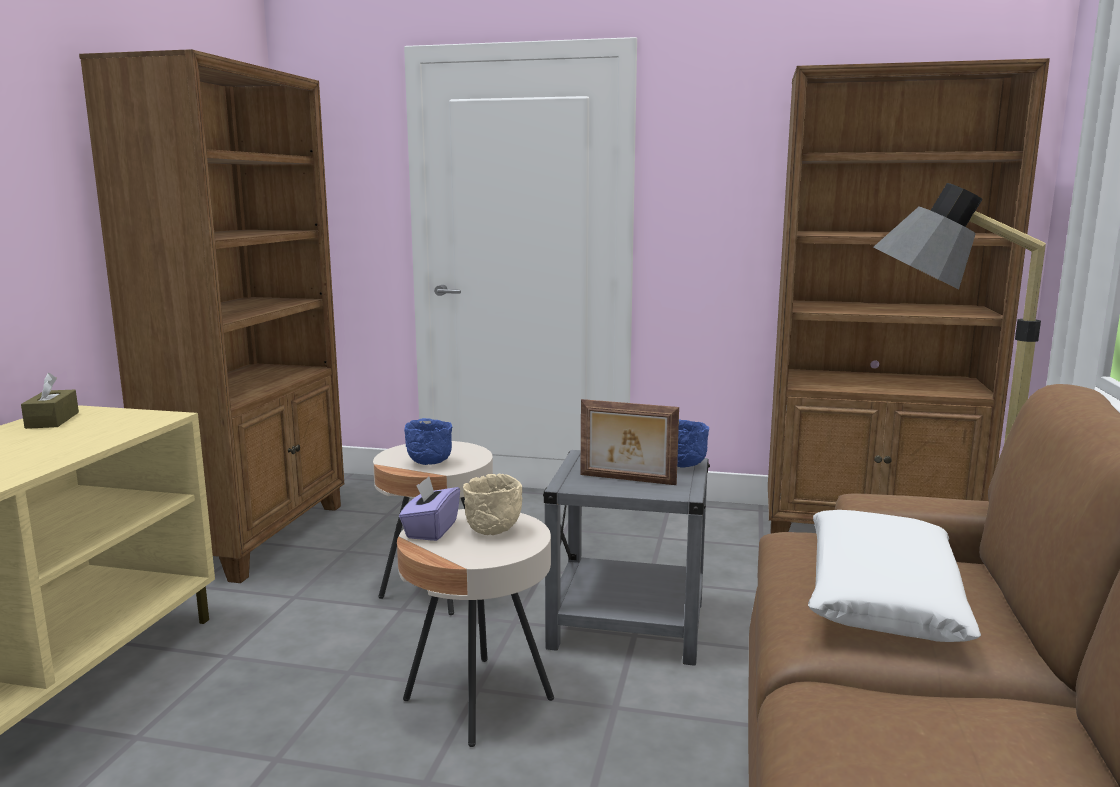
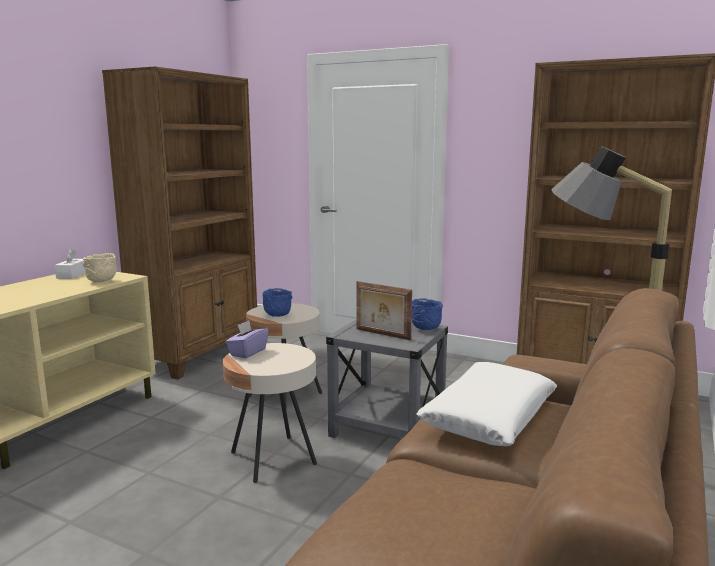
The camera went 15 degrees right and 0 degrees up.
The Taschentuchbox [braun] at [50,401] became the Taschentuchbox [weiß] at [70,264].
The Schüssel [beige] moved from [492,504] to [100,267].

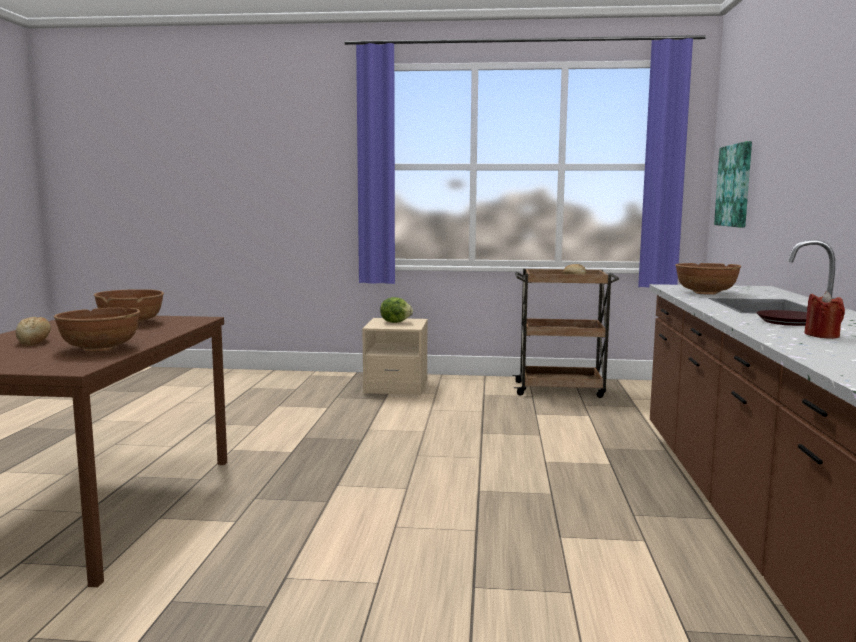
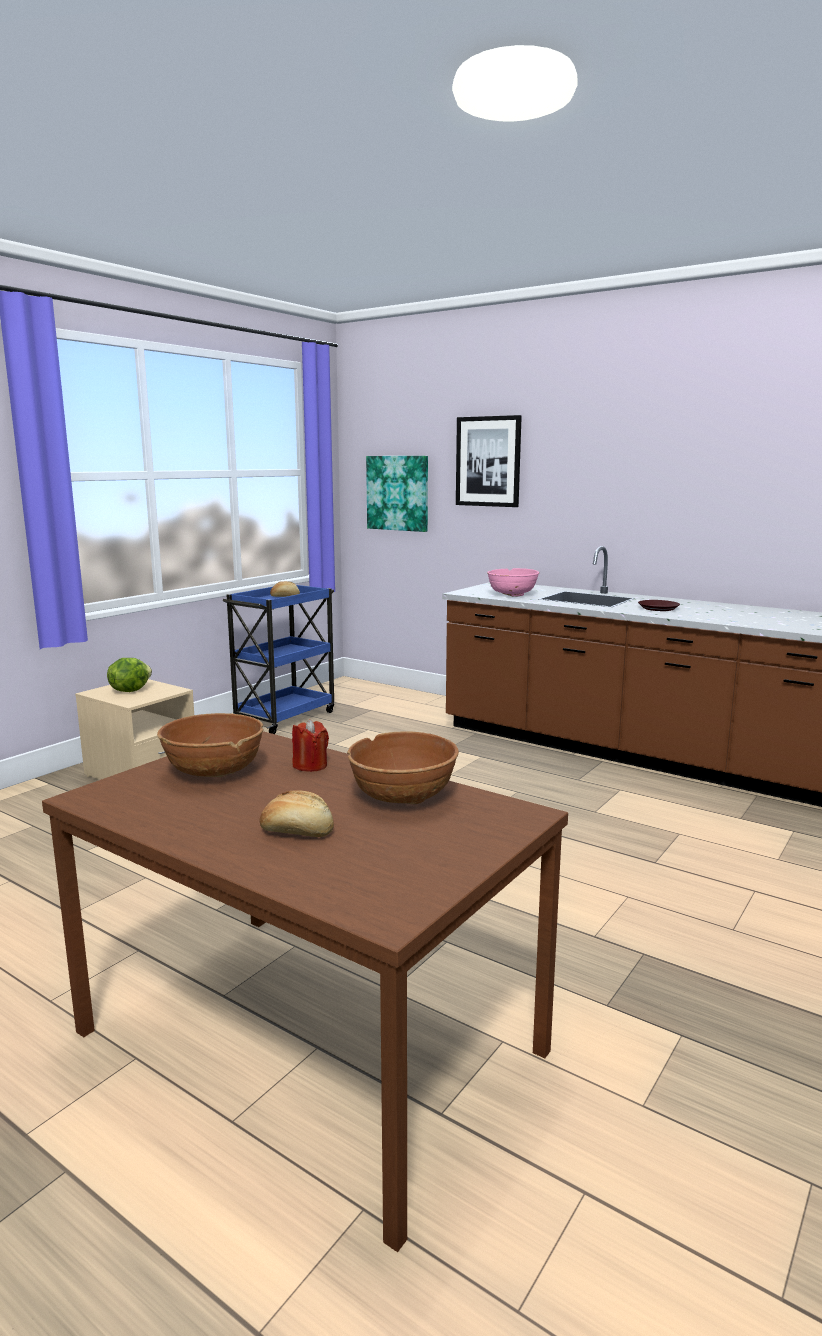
The camera went 60 degrees left and 5 degrees up.
The Schüssel [braun] at [708,279] became the Schüssel [rosa] at [513,582].
The Rollwagen [braun] at [565,333] became the Rollwagen [blau] at [278,659].
The Kerze [rot] moved from [824,315] to [310,745].
The Bild at [489,461] appeared.

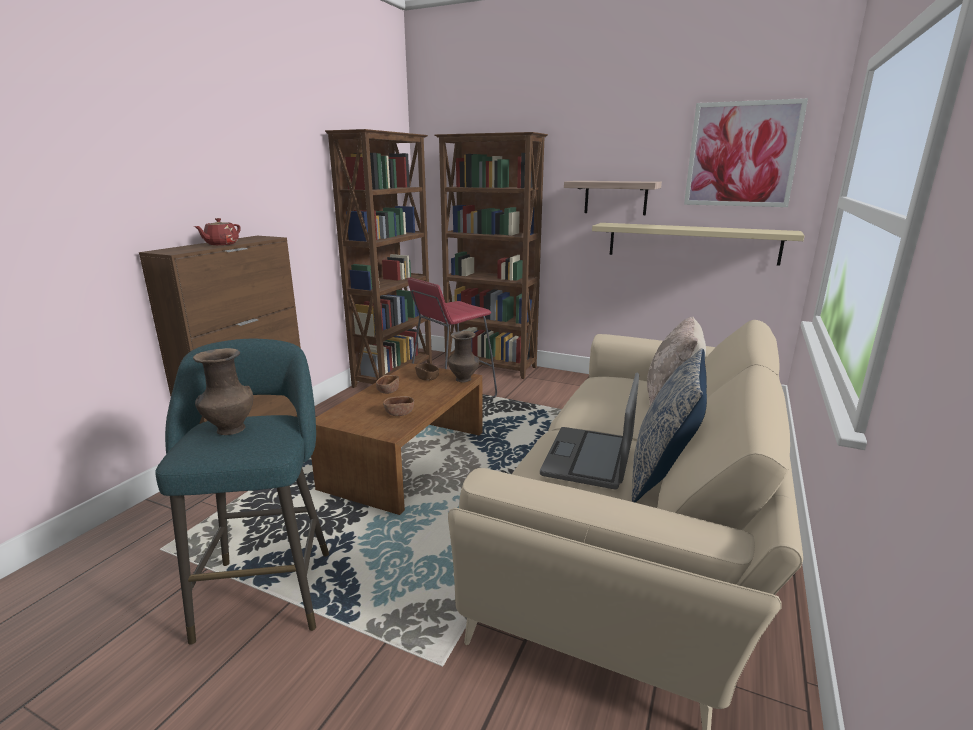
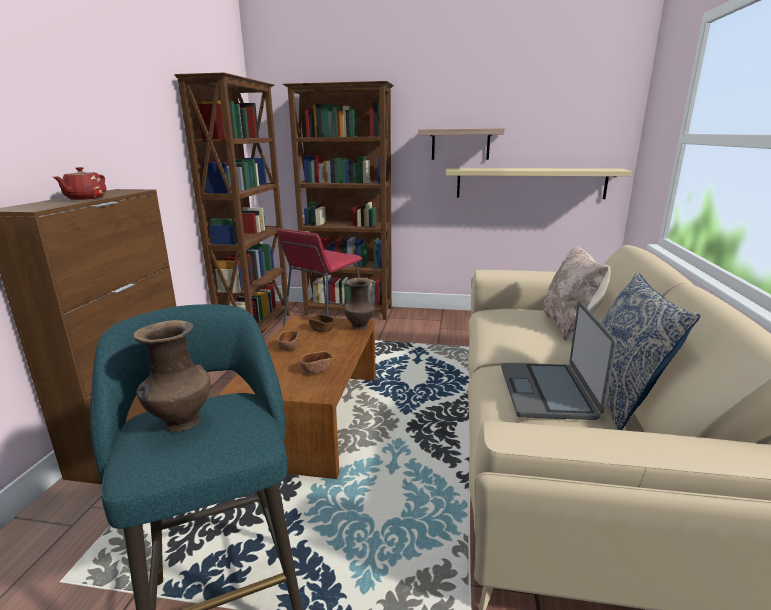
The camera went 15 degrees left and 0 degrees up.
The Bild at [746,152] disappeared.

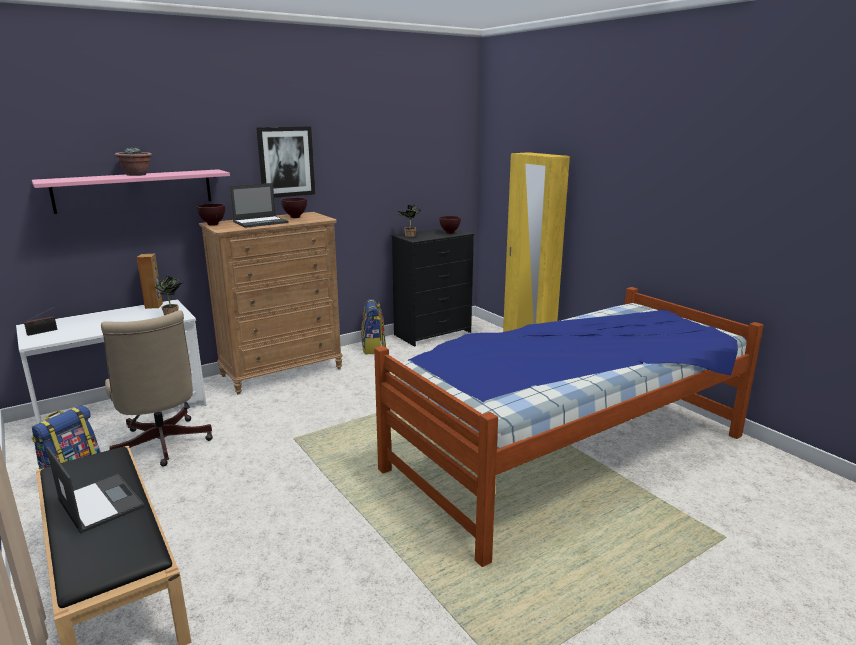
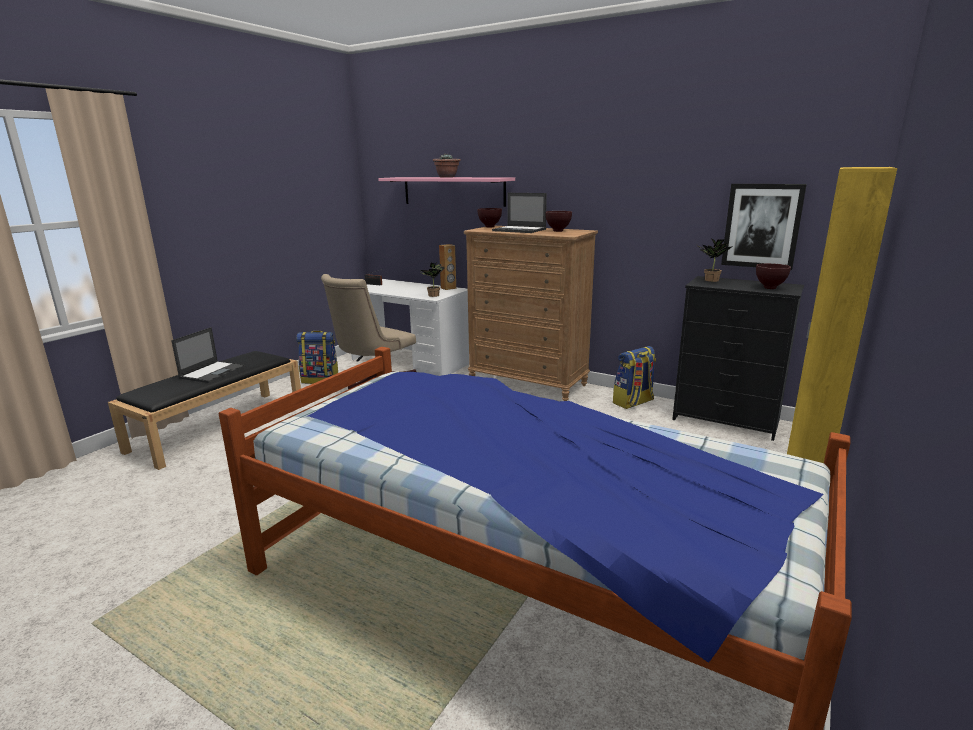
The camera went 65 degrees right and 0 degrees up.
The Bild moved from [285,162] to [764,227].

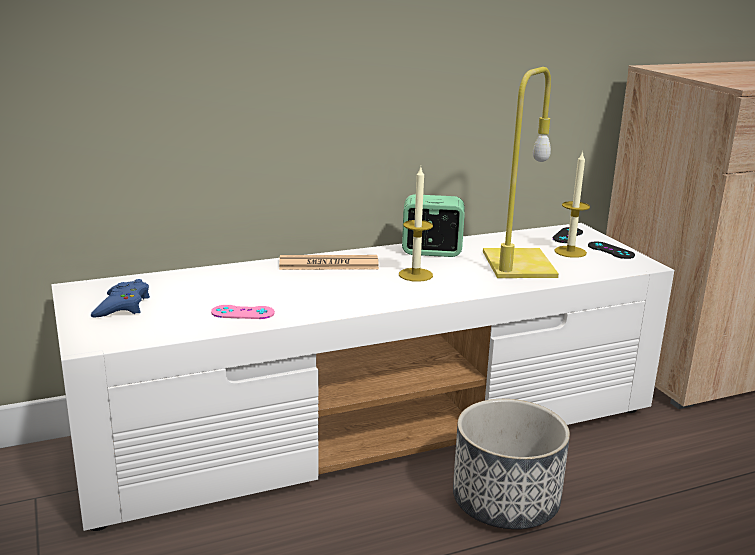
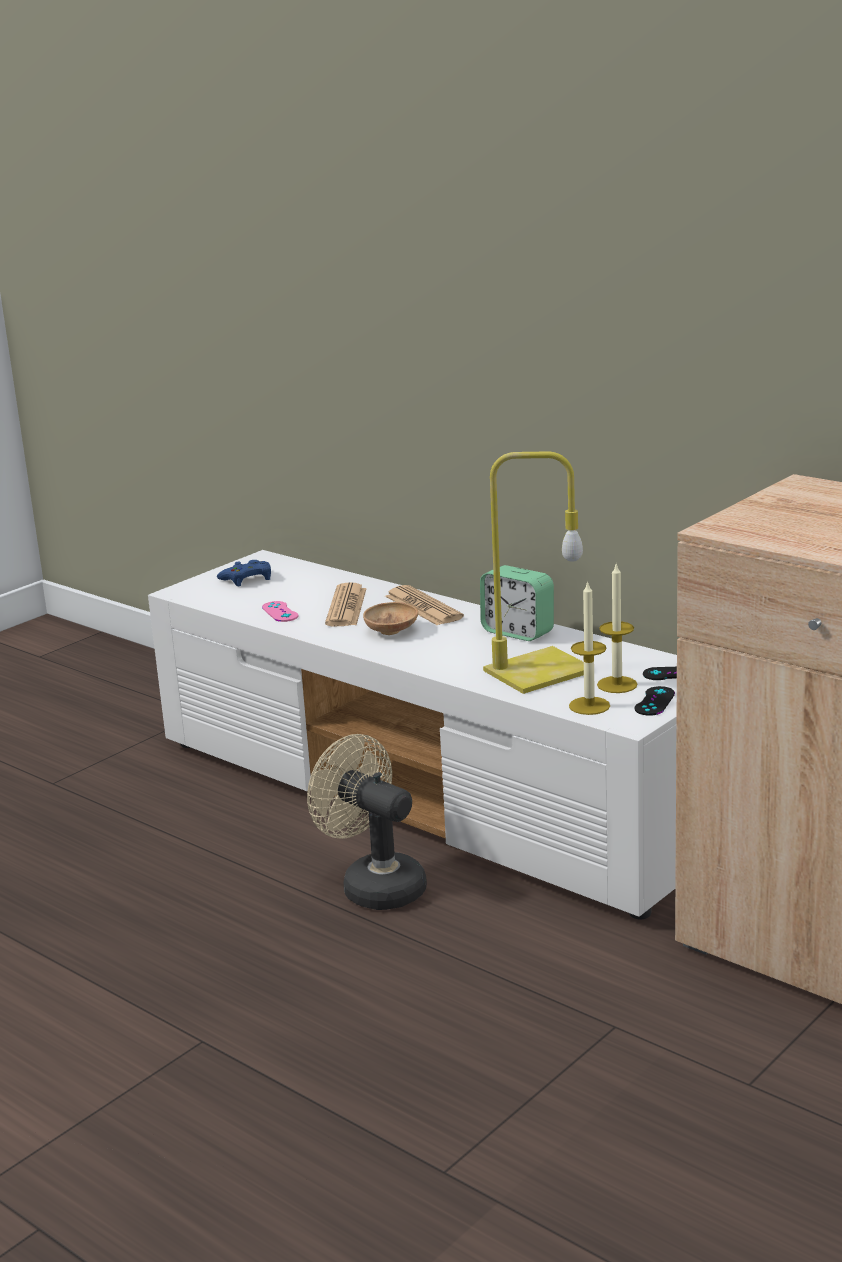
The camera went 65 degrees right and 0 degrees up.
The Kerze moved from [416,224] to [589,648].
The Wecker at [433,225] turned 150 degrees clockwise.
The Pflanzkübel at [511,464] was replaced by the Ventilator [beige] at [367,822].
The Zeitung at [346,604] appeared.
The Schüssel [braun] at [390,618] appeared.

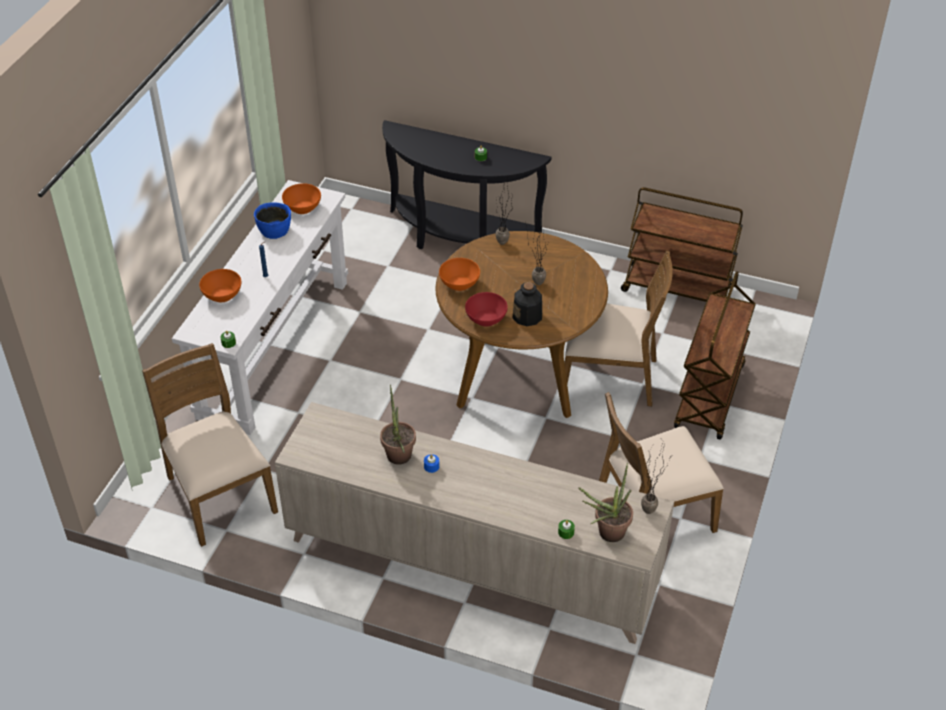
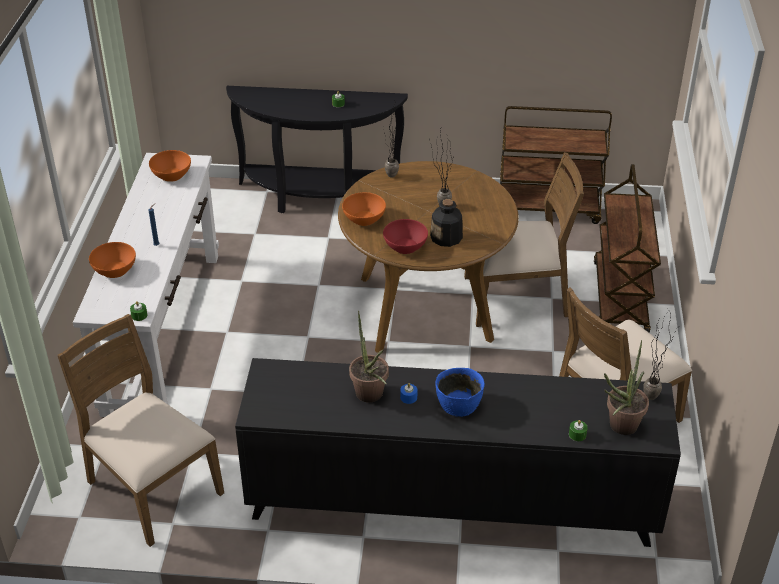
The camera went 15 degrees left and 5 degrees down.
The Schüssel [blau] moved from [272,220] to [460,392].
The Schrank [beige] at [474,523] became the Schrank [schwarz] at [458,452].

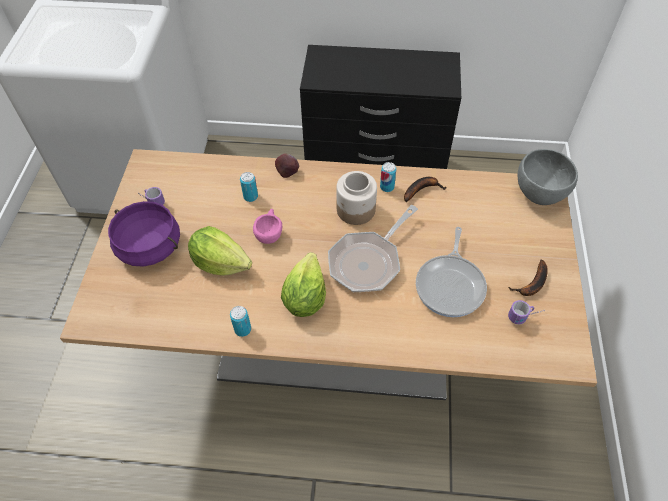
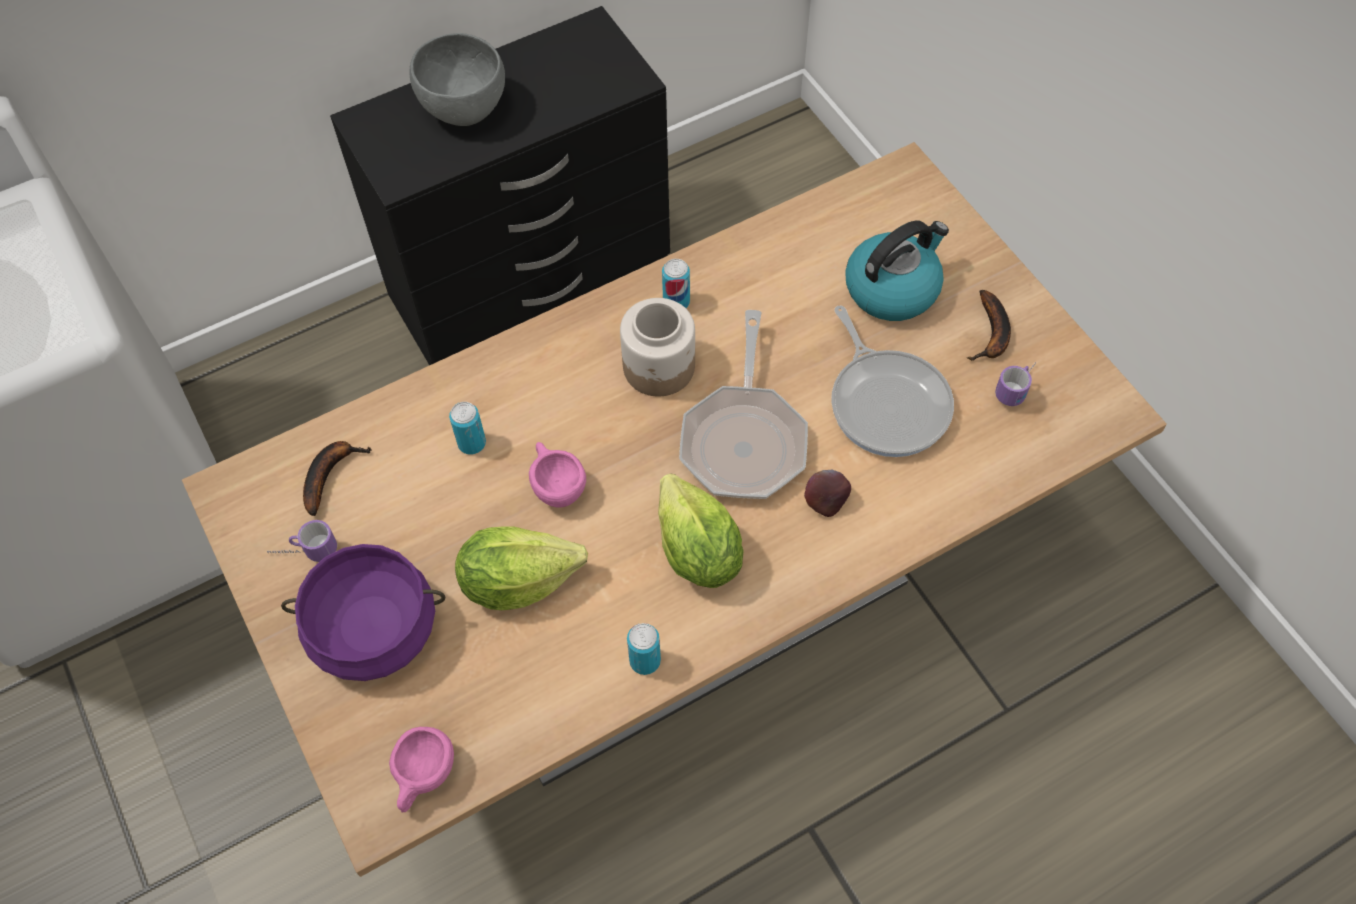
The camera went 35 degrees left and 5 degrees up.
The Schüssel [grau] moved from [548,177] to [457,79].
The Apfel moved from [287,165] to [827,493].
The Banane moved from [425,189] to [337,478].
The Wasserkessel at [897,270] appeared.
The Tasse [rosa] at [421,769] appeared.

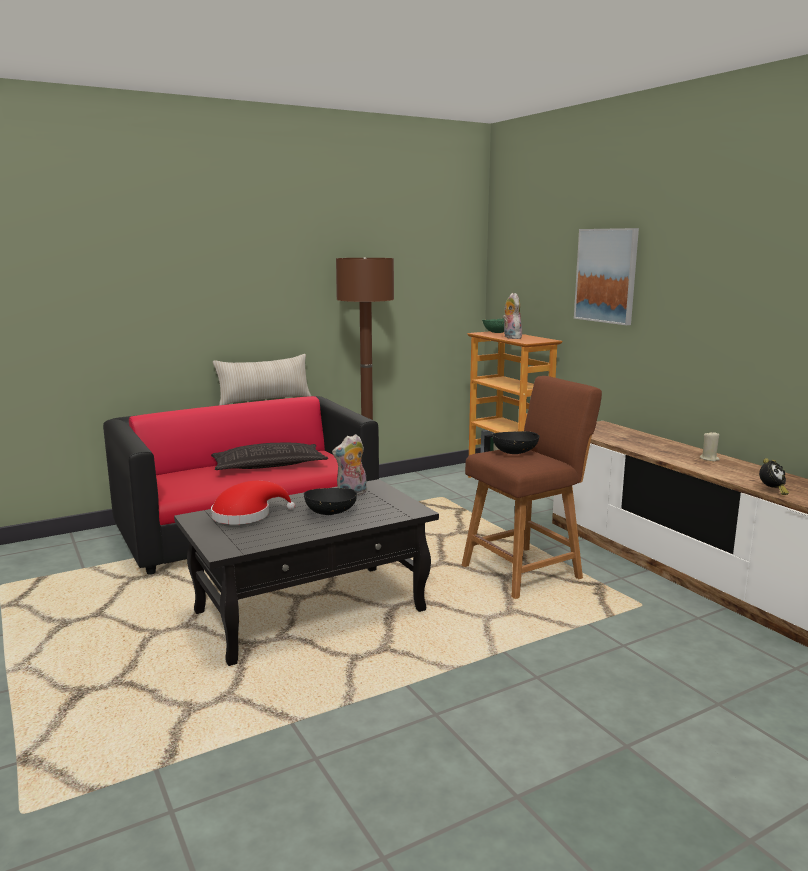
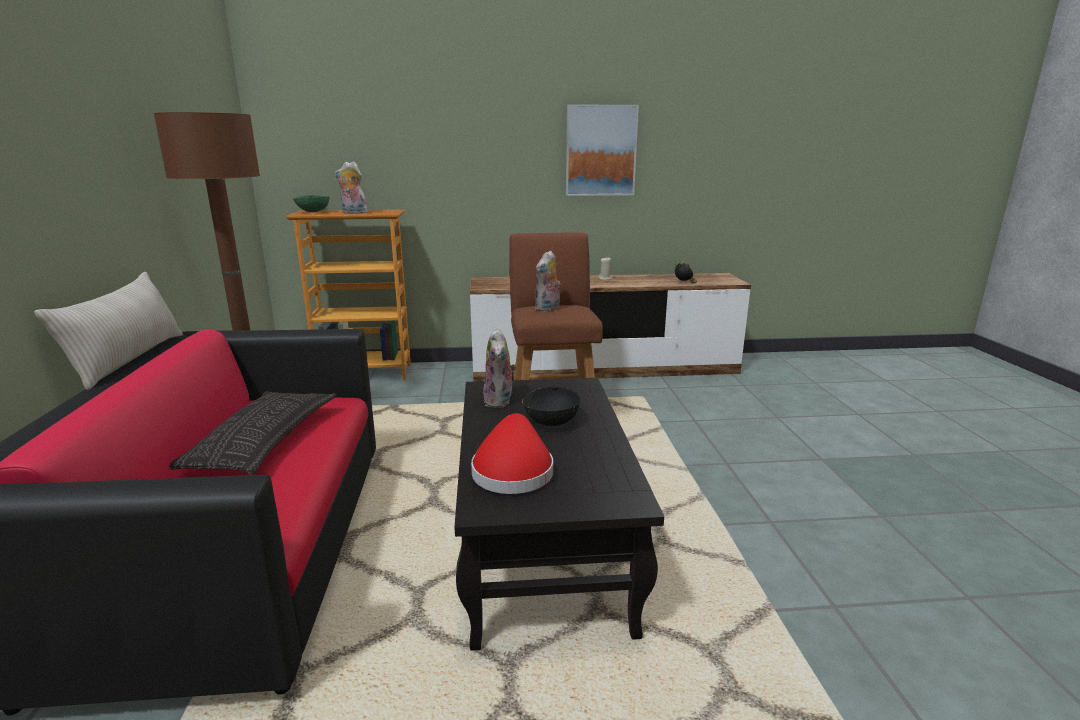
The camera went 65 degrees left and 5 degrees up.
The Bild moved from [606,276] to [602,150].
The Schüssel [schwarz] at [515,442] was replaced by the Plüschtier at [548,281].

